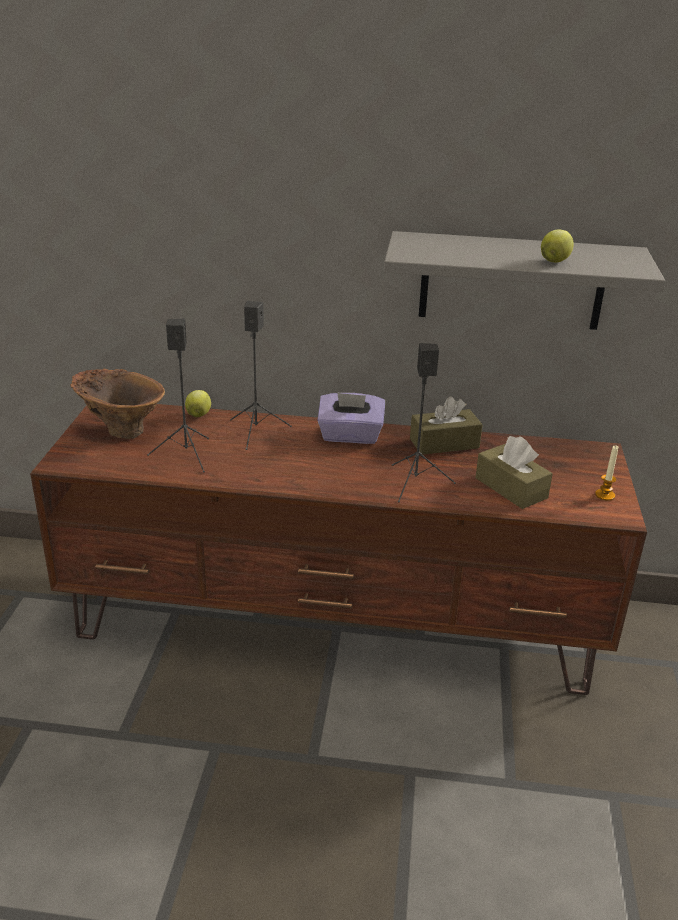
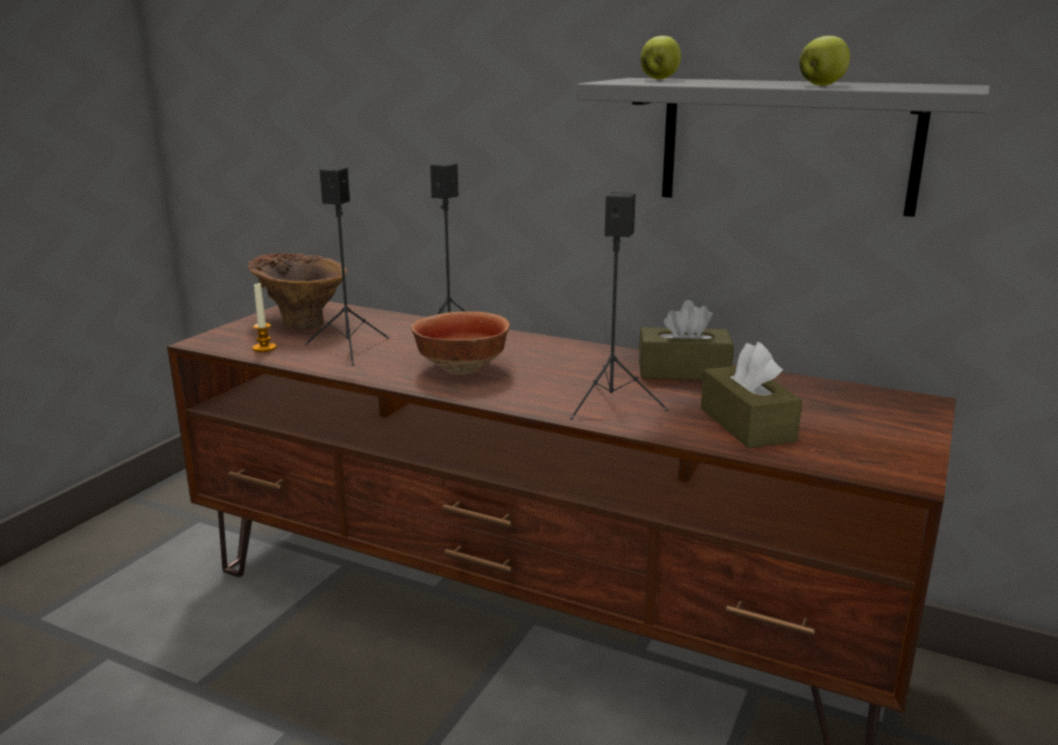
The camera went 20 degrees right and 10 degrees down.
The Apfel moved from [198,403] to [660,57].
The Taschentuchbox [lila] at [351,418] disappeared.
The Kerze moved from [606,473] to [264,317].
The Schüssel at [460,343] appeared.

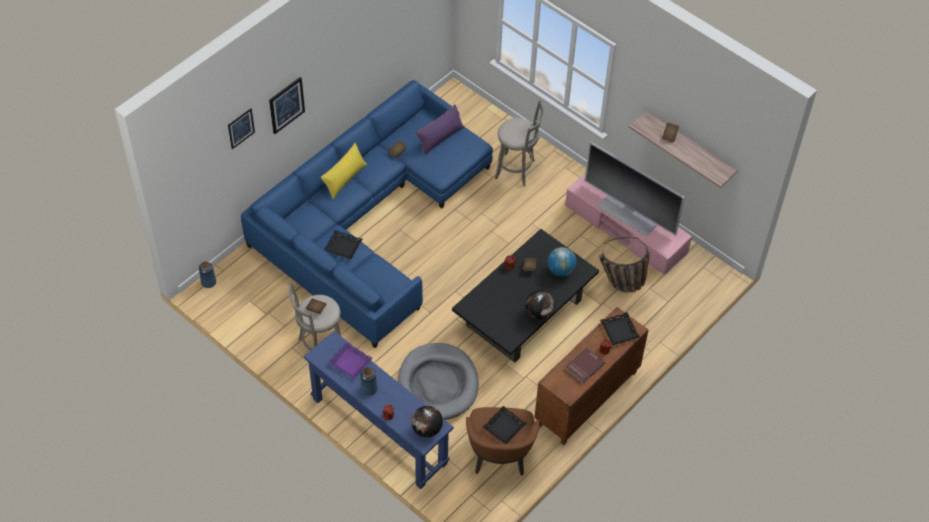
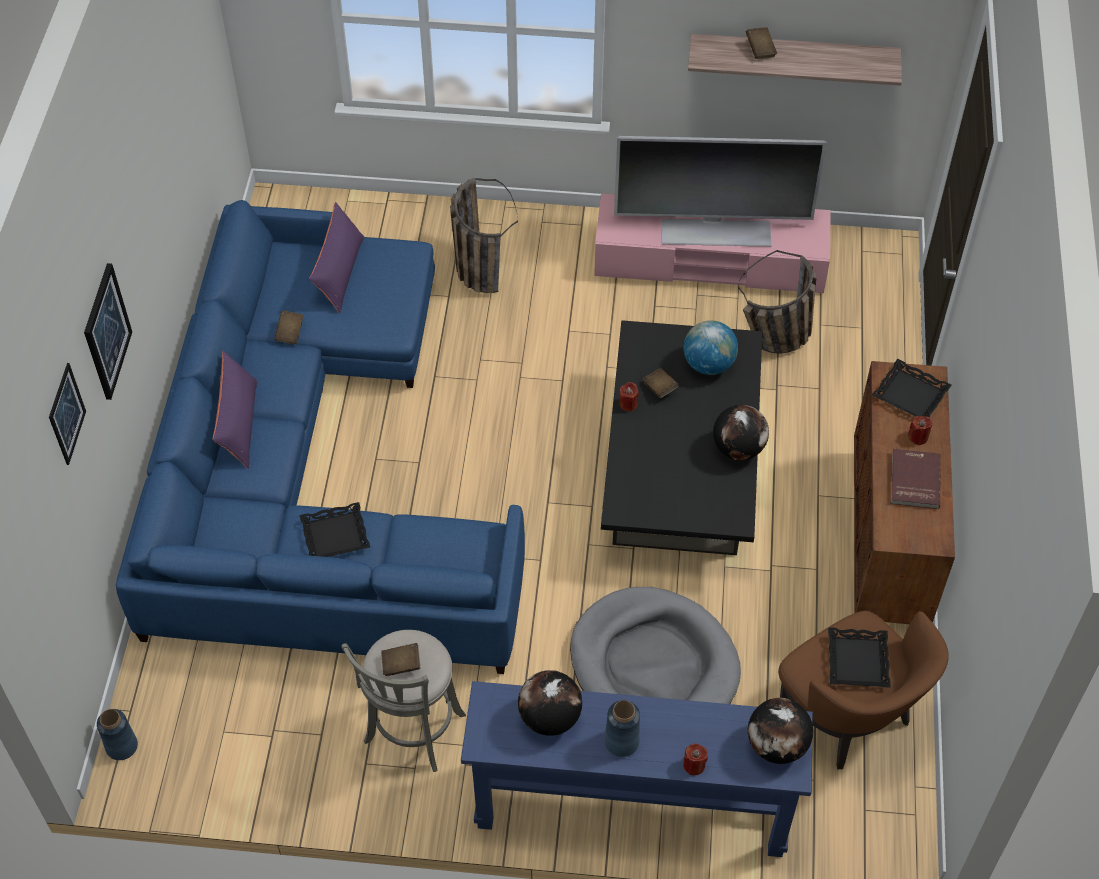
The camera went 35 degrees left and 0 degrees up.
The Hocker [grau] at [519,143] was replaced by the Korb at [484,235].
The Kissen [gelb] at [344,171] became the Kissen [lila] at [235,410].
The Tablett [lila] at [350,360] was replaced by the Globus at [550,703].

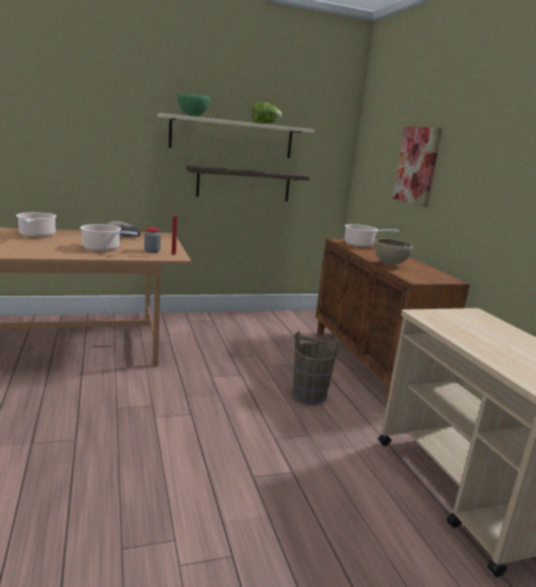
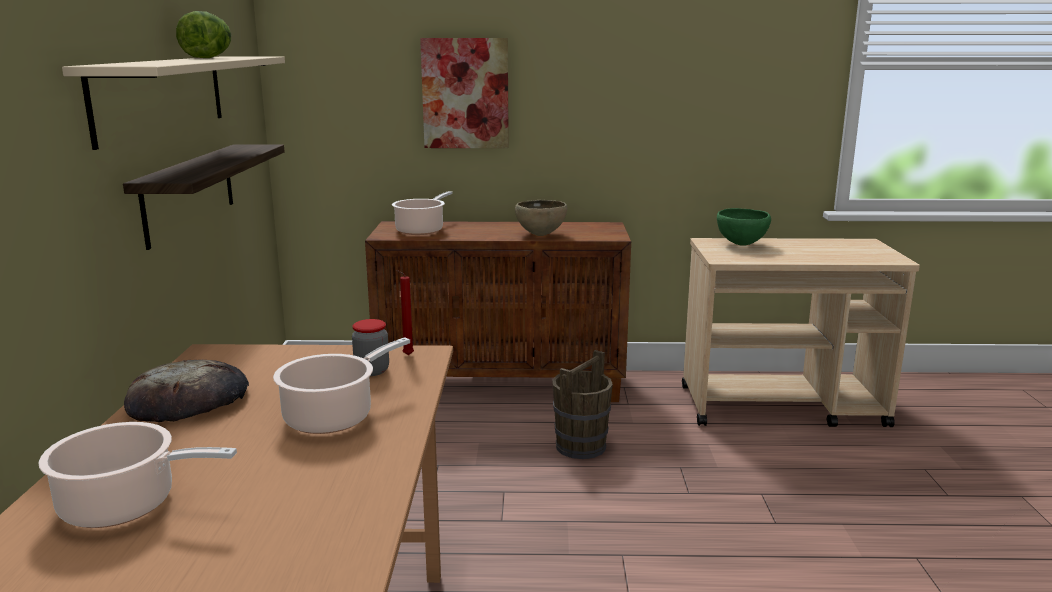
The camera went 70 degrees left and 0 degrees up.
The Schüssel [grün] moved from [194,105] to [744,227].

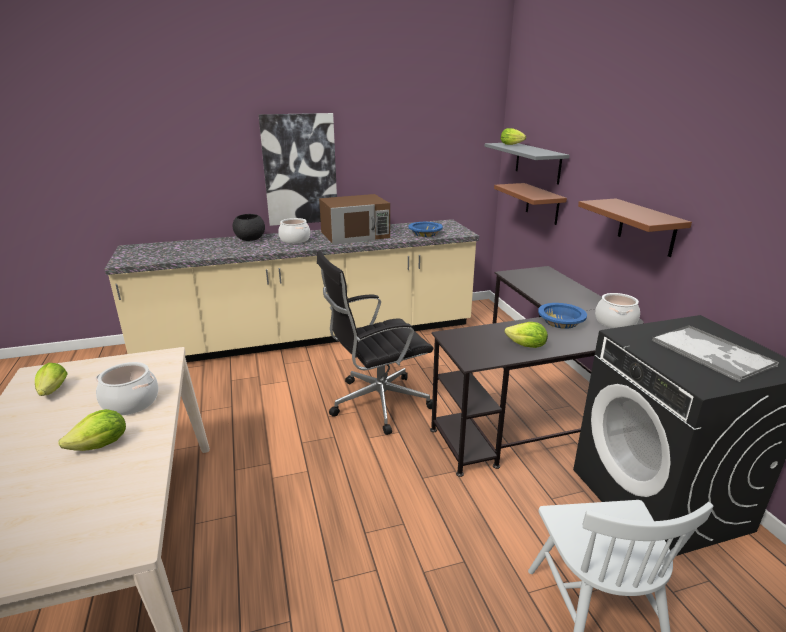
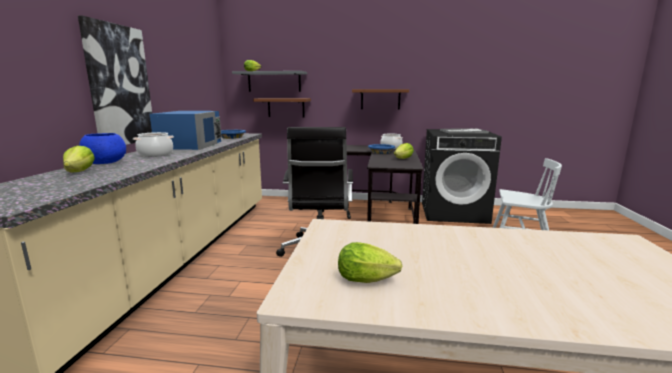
The camera went 65 degrees left and 10 degrees down.
The Mikrowelle [braun] at [354,219] became the Mikrowelle [blau] at [185,130].
The Schüssel [schwarz] at [249,227] became the Schüssel [blau] at [102,148].
The Kochtopf at [127,388] disappeared.
The Salatkopf moved from [92,430] to [79,159].

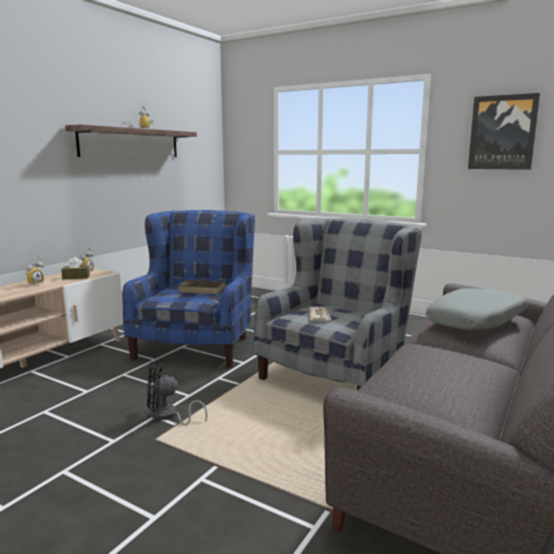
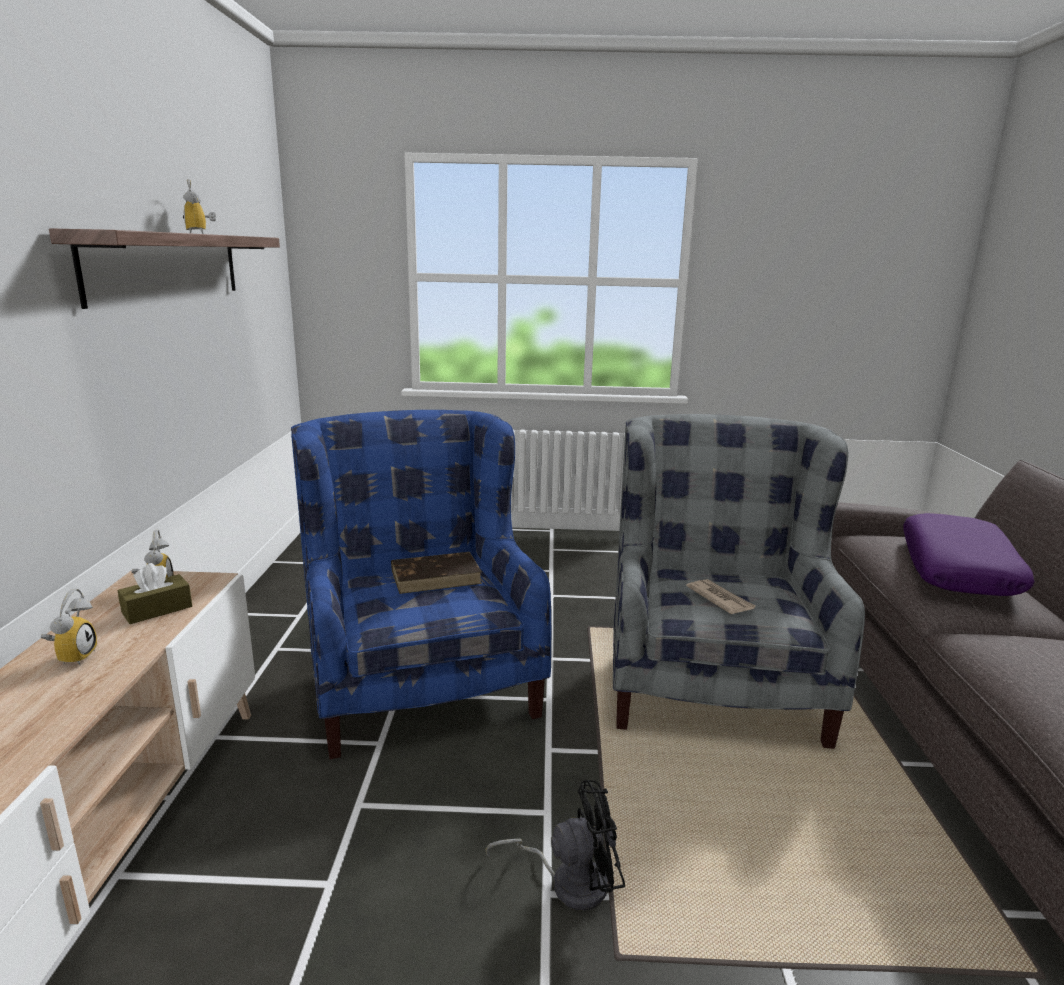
The camera went 30 degrees left and 5 degrees up.
The Bild at [504,131] disappeared.
The Kissen [grau] at [477,309] became the Kissen [lila] at [969,554].
The Ventilator [schwarz] at [177,393] turned 150 degrees counterclockwise.

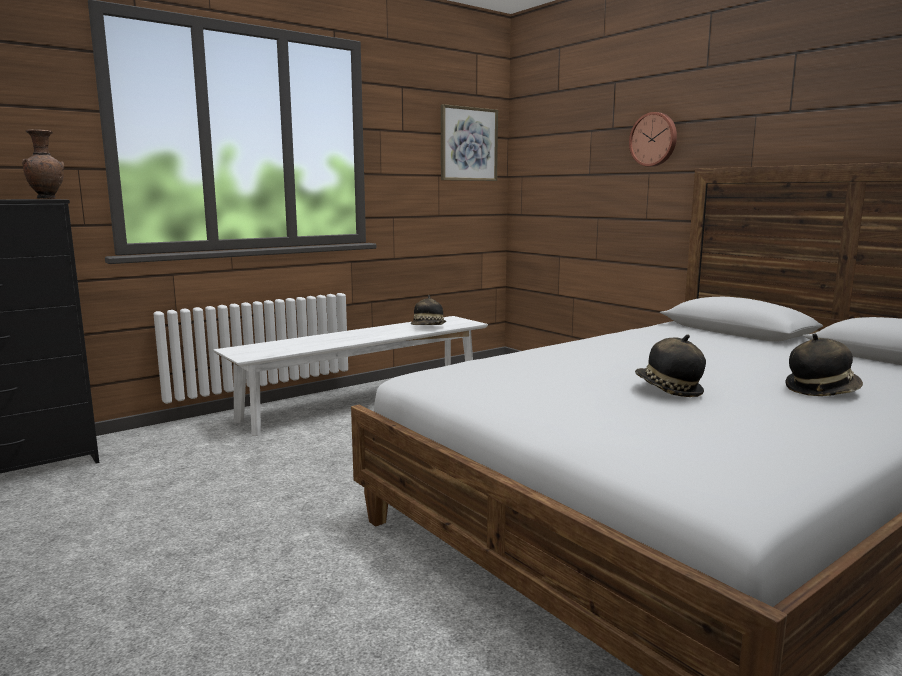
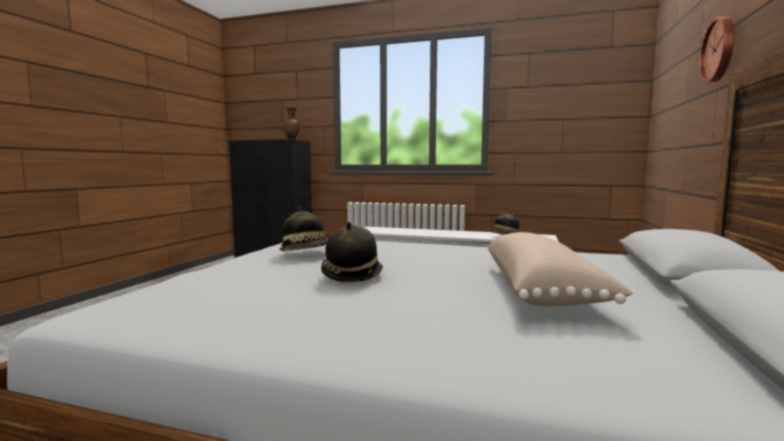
The camera went 55 degrees right and 5 degrees down.
The Bild at [469,142] disappeared.
The Hut moved from [824,364] to [304,229].
The Kissen [beige] at [560,269] appeared.

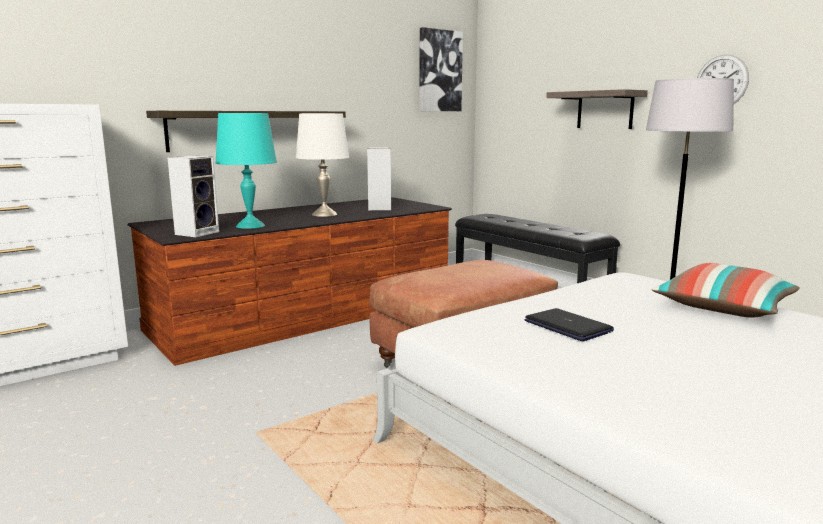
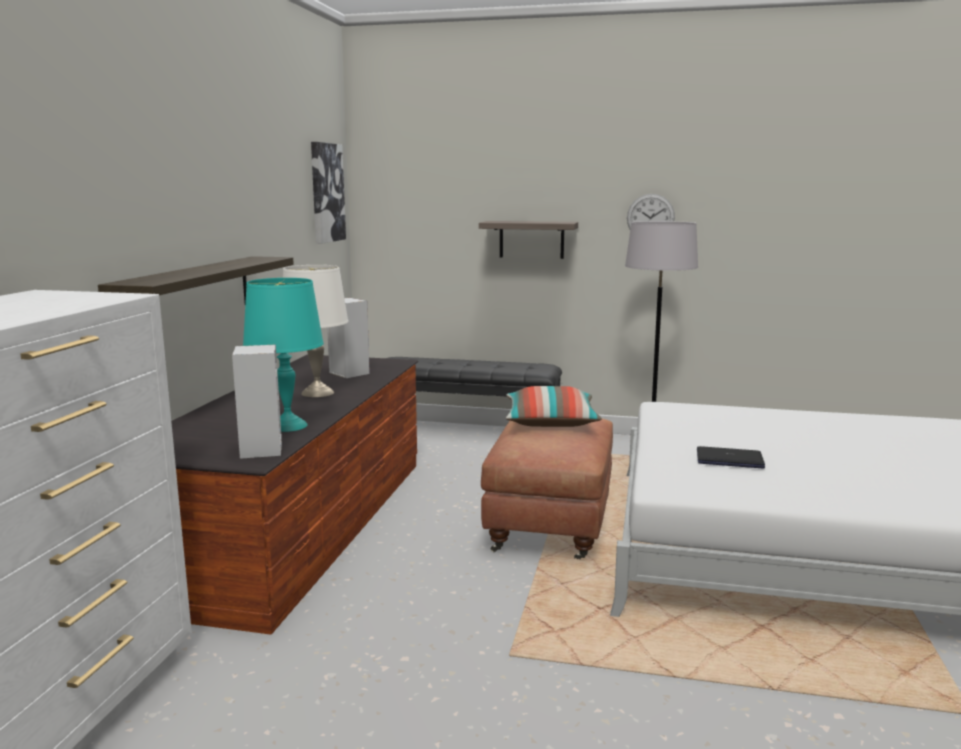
The camera went 40 degrees left and 0 degrees up.
The Kissen moved from [726,290] to [554,406].

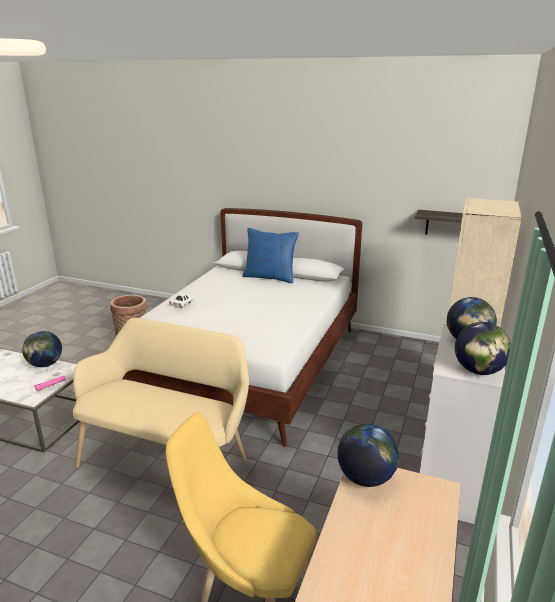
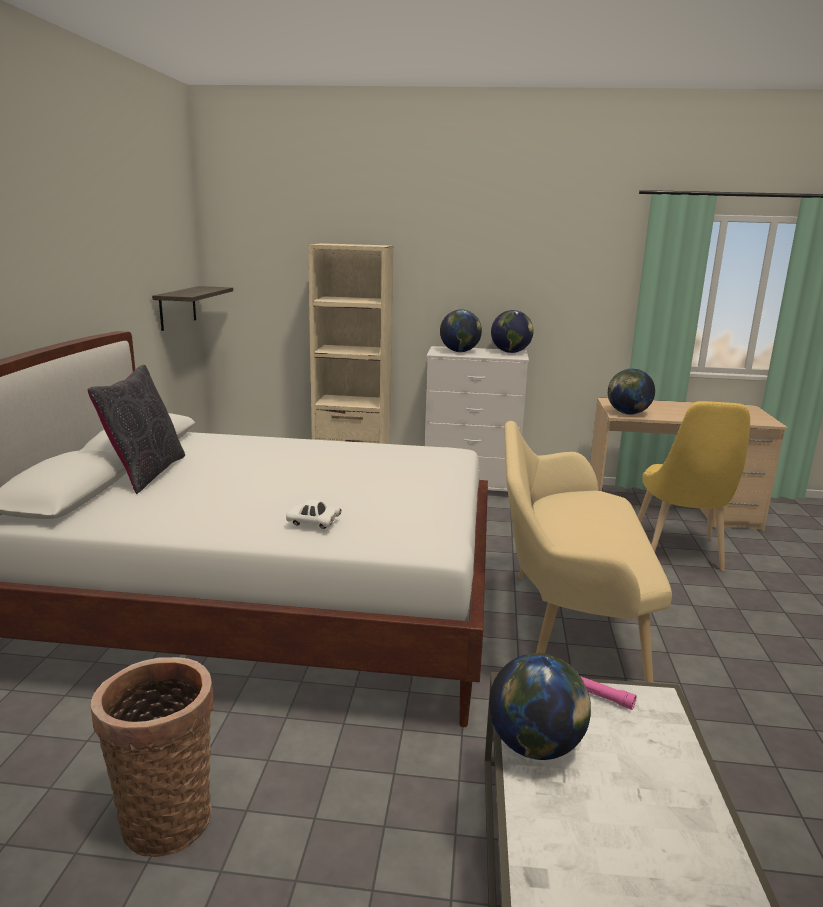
The camera went 105 degrees left and 5 degrees down.
The Kissen [blau] at [270,255] became the Kissen [schwarz] at [136,429].

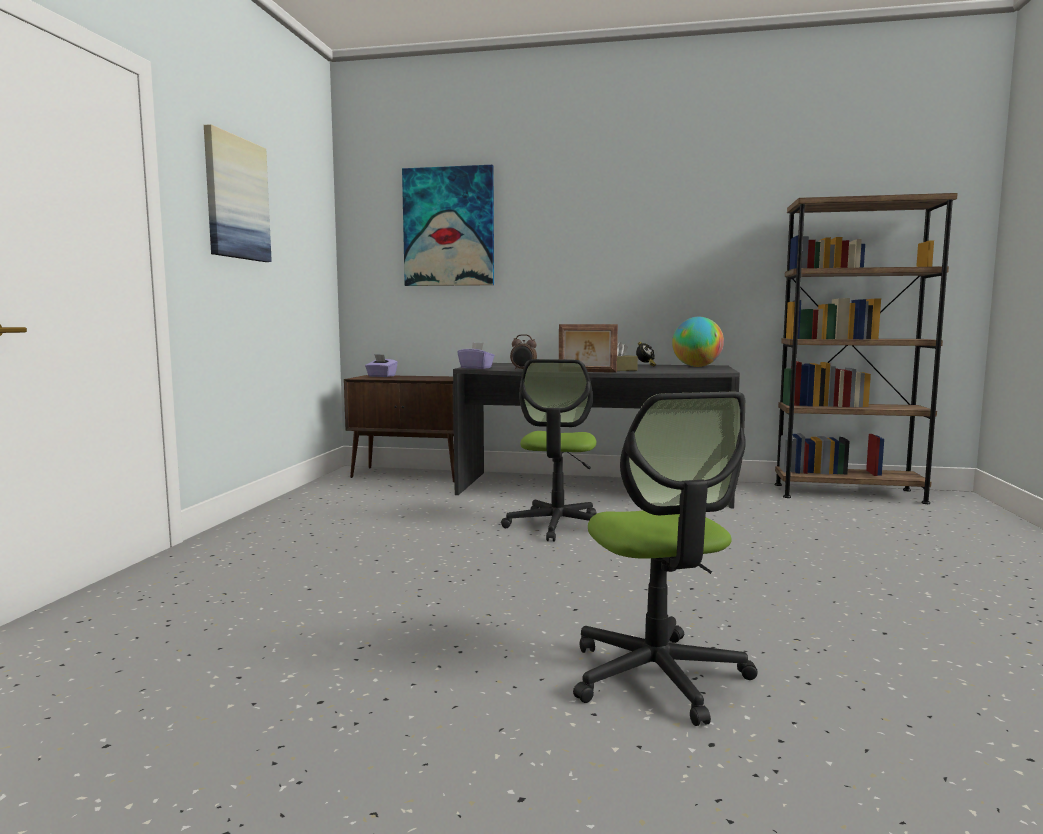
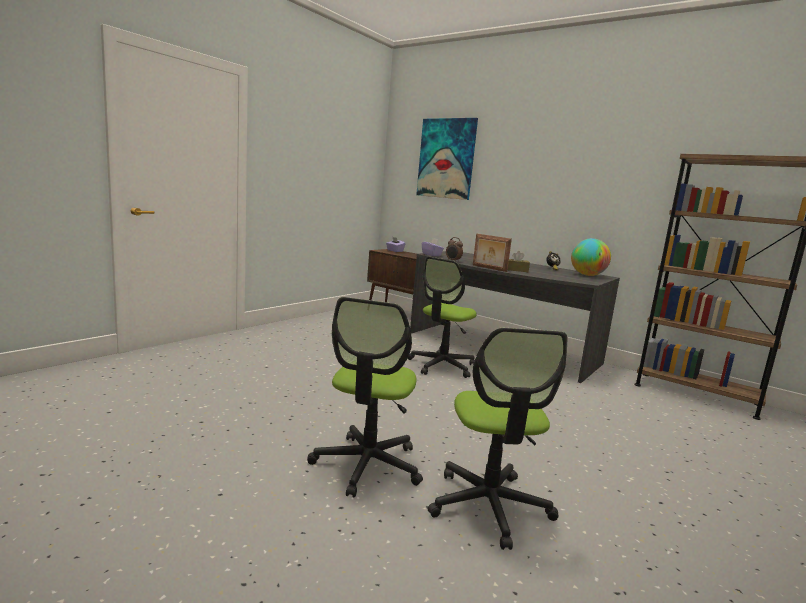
The camera went 25 degrees right and 5 degrees up.
The Bild at [238,193] disappeared.
The Bürostuhl at [498,439] appeared.

